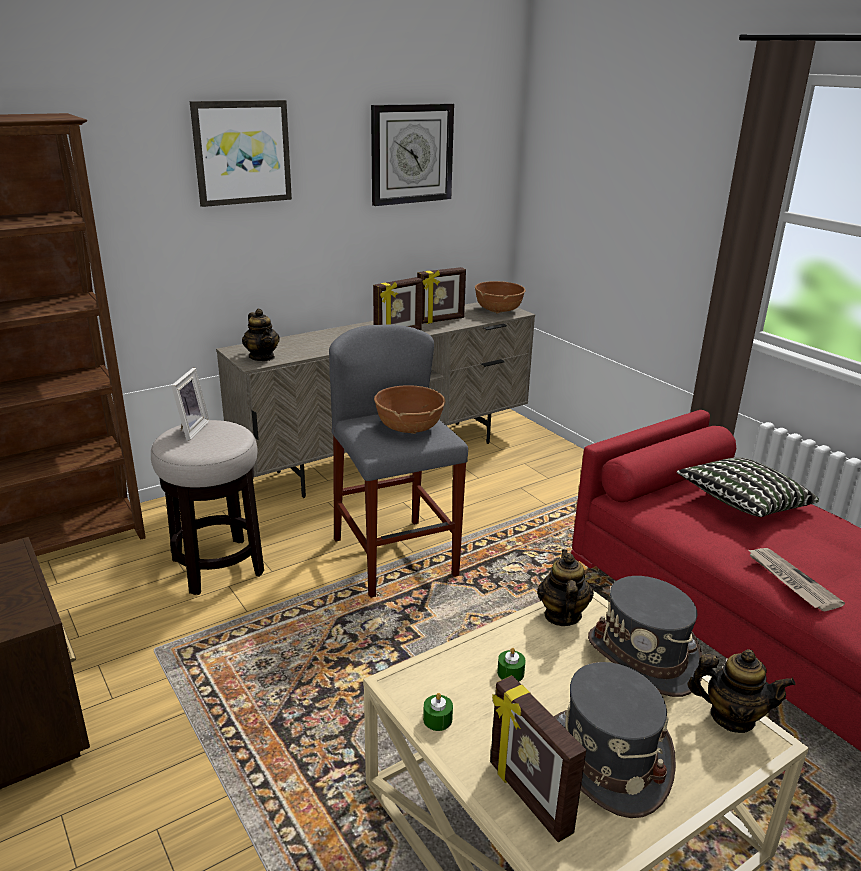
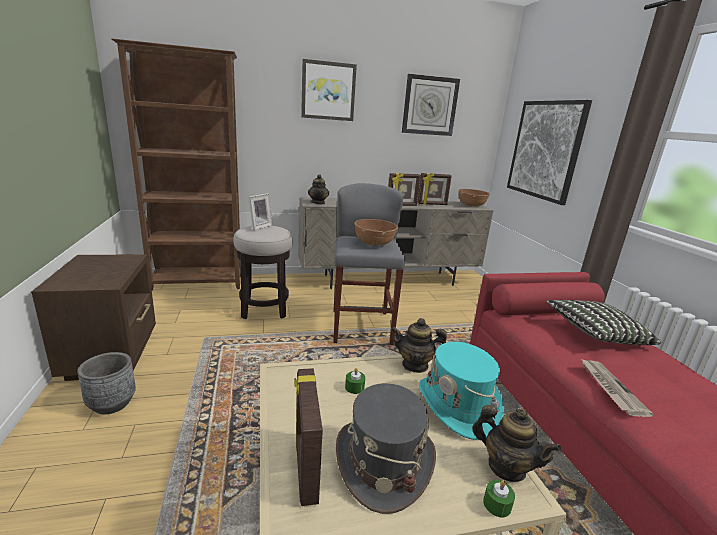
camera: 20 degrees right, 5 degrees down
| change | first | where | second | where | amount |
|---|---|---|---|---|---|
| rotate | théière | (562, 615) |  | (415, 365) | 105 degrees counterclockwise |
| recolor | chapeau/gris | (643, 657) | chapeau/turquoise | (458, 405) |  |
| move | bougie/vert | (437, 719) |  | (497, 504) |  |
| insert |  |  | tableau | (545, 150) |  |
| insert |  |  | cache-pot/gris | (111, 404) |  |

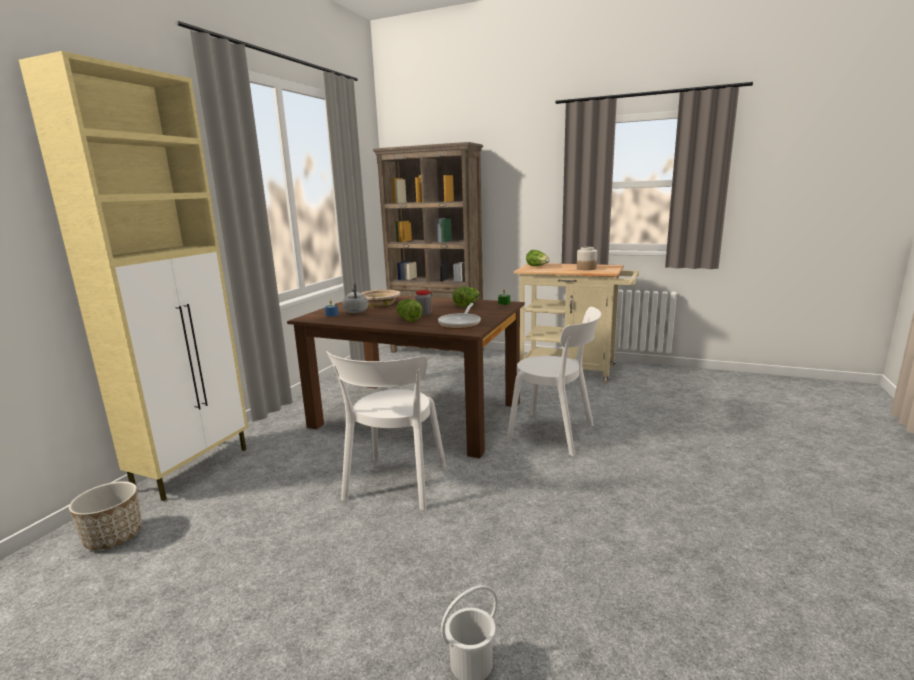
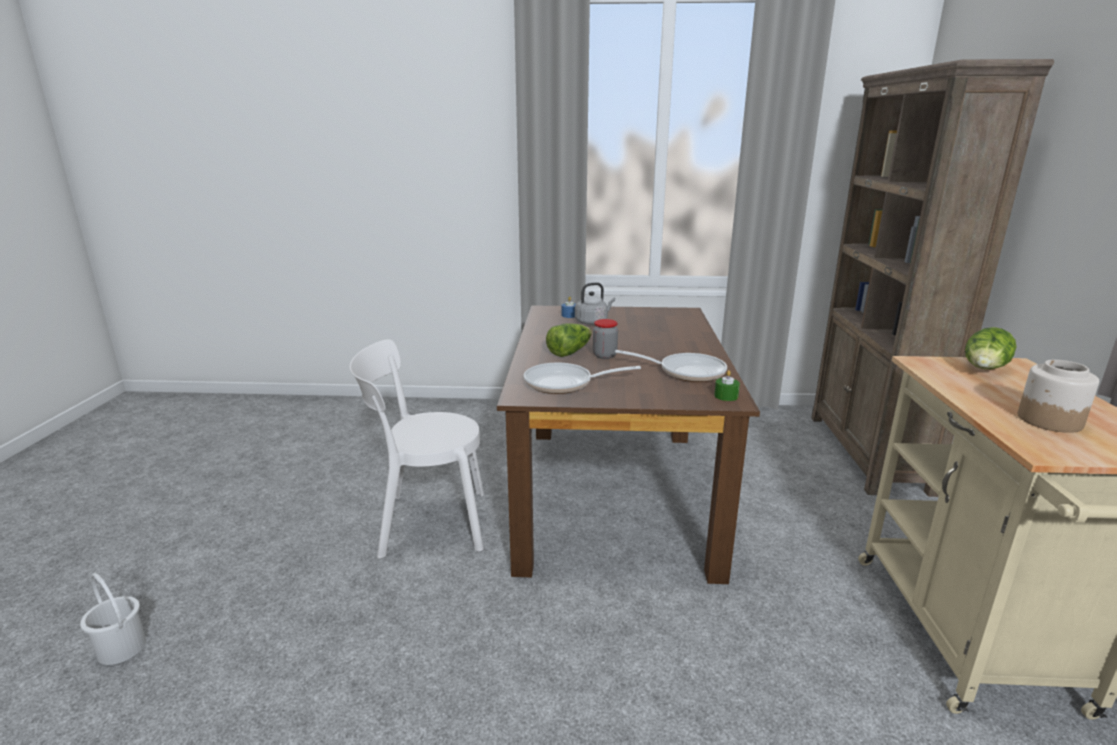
camera: 70 degrees right, 5 degrees up
| change | first | where | second | where | amount |
|---|---|---|---|---|---|
| delete | meuble de rangement/beige | (194, 468) |  |  |  |
| replace | laitue | (466, 305) | poêle | (686, 372) |  |
| delete | bol/beige | (380, 303) |  |  |  |
| delete | chaise/blanc | (555, 433) |  |  |  |
| delete | cache-pot | (114, 537) |  |  |  |

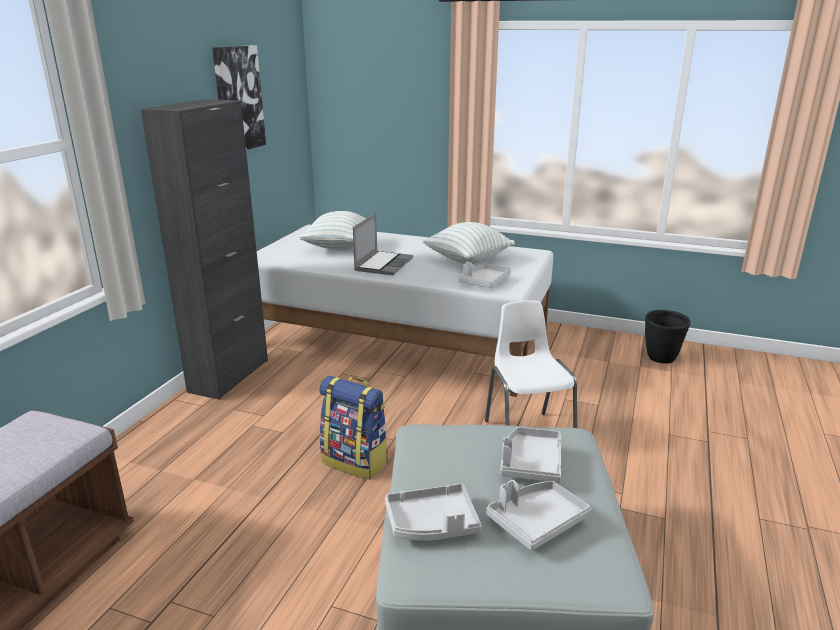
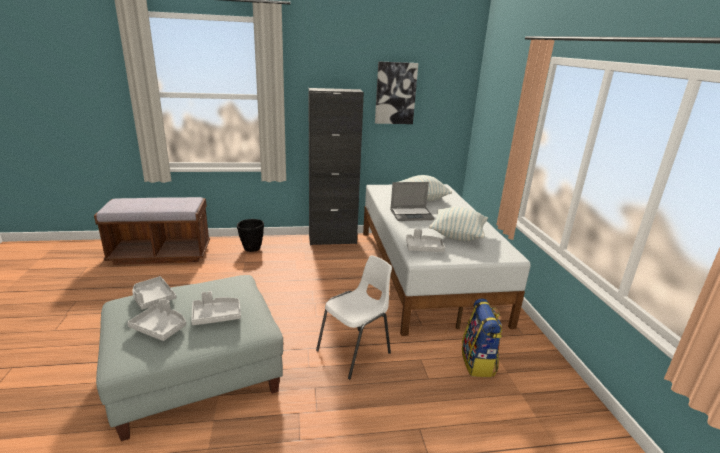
camera: 60 degrees right, 0 degrees up
| change | first | where | second | where | amount |
|---|---|---|---|---|---|
| move | cache-pot/noir | (661, 359) |  | (251, 249) |  |
| move | sac à dos | (356, 461) |  | (478, 362) |  |

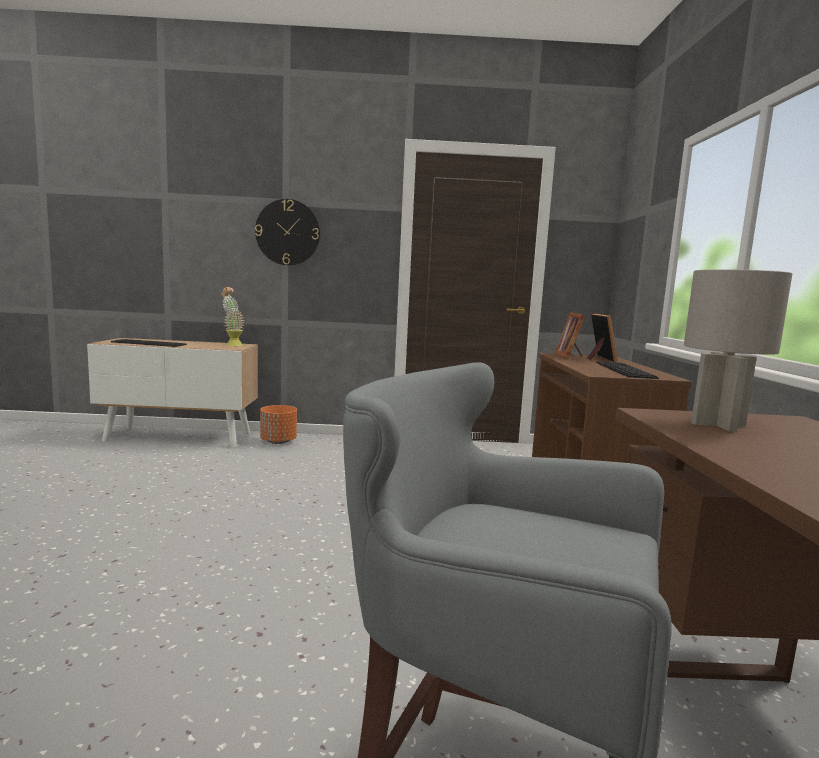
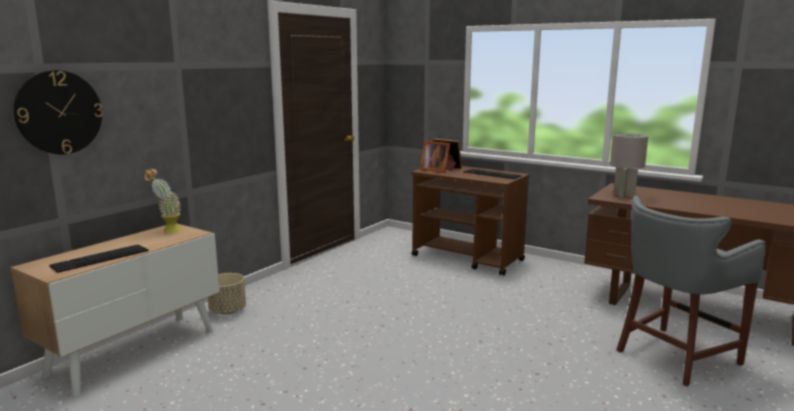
camera: 55 degrees left, 5 degrees up
| change | first | where | second | where | amount |
|---|---|---|---|---|---|
| move | horloge murale | (288, 232) |  | (59, 112) |  |
| recolor | cache-pot/orange | (278, 441) | cache-pot/beige | (228, 311) |  |

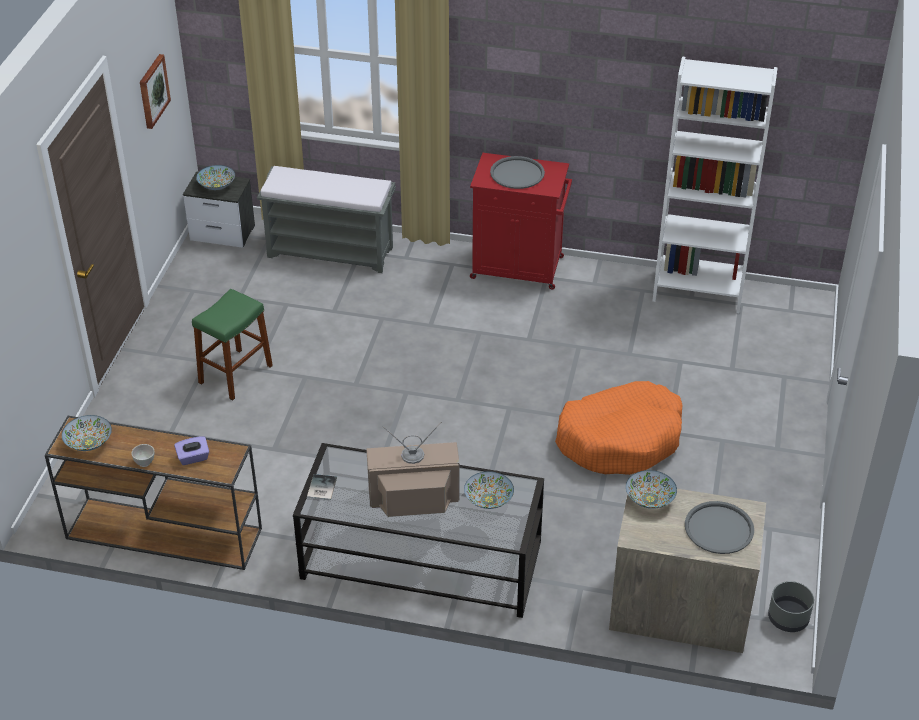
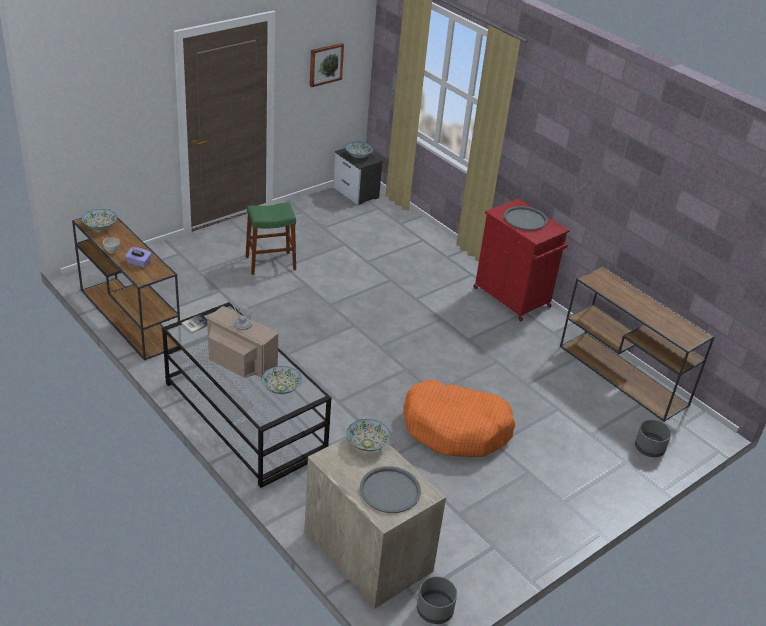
camera: 35 degrees right, 5 degrees down
| change | first | where | second | where | amount |
|---|---|---|---|---|---|
| replace | bibliothèque/blanc | (698, 291) | table console/marron | (624, 375) |  |
| delete | banc/gris | (331, 251) |  |  |  |
| insert |  |  | cache-pot/gris | (649, 448) |  |

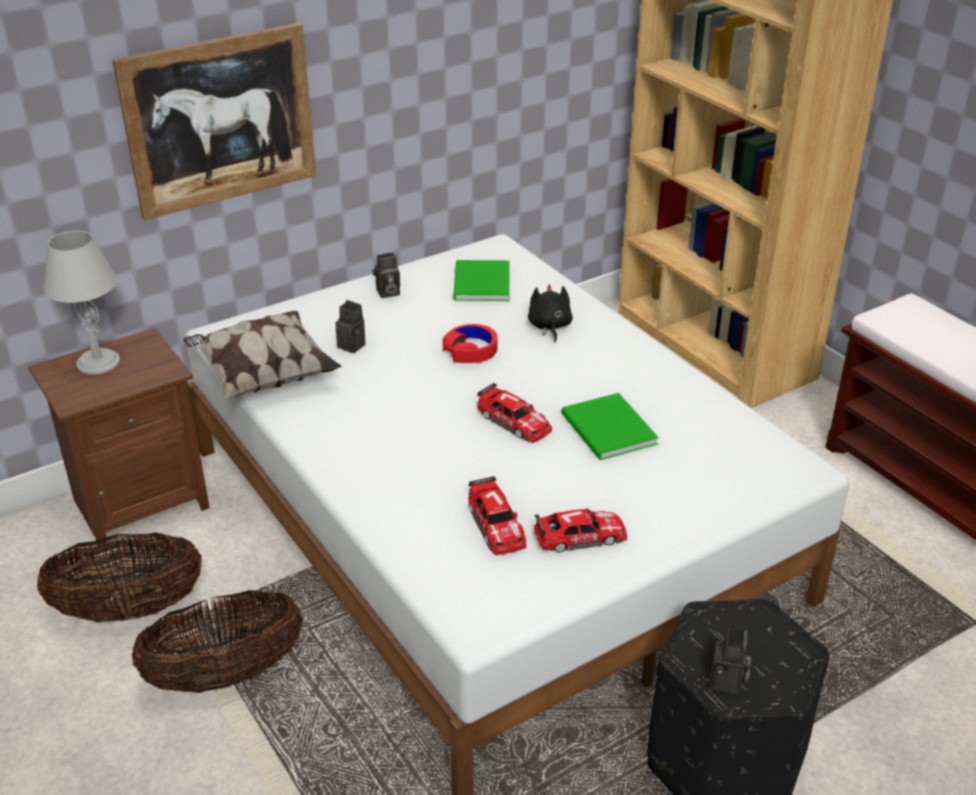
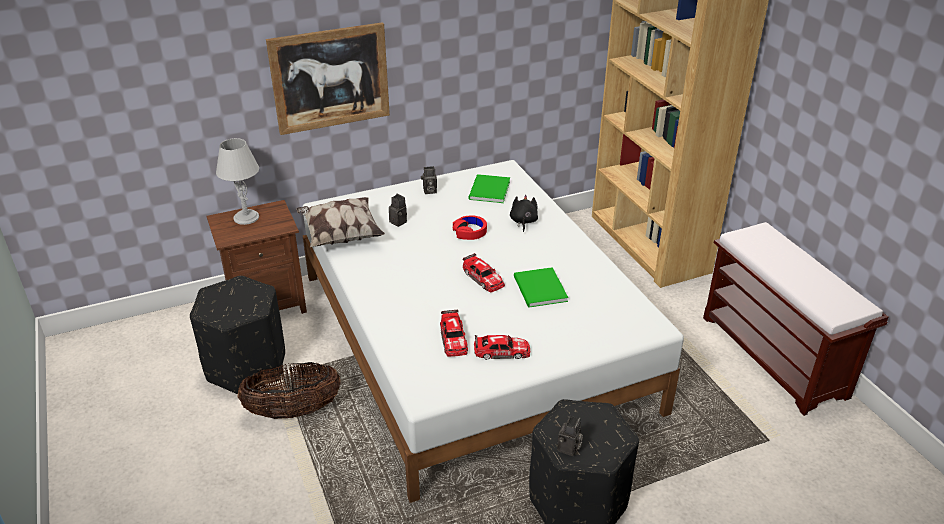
camera: 10 degrees right, 0 degrees up
| change | first | where | second | where | amount |
|---|---|---|---|---|---|
| replace | panier | (129, 610) | pouf/noir | (247, 366) |  |

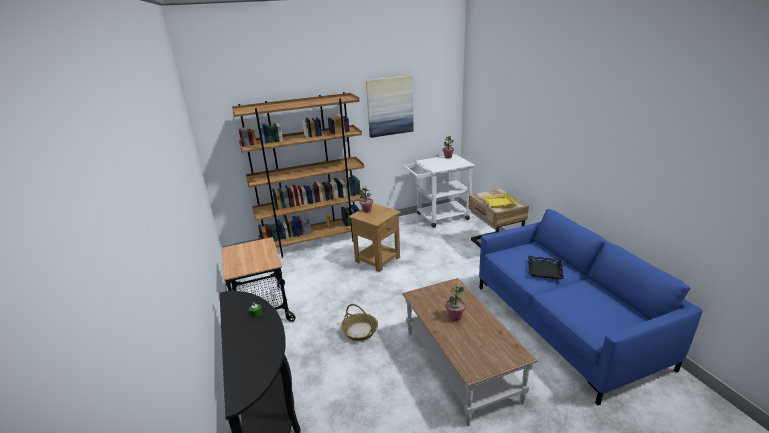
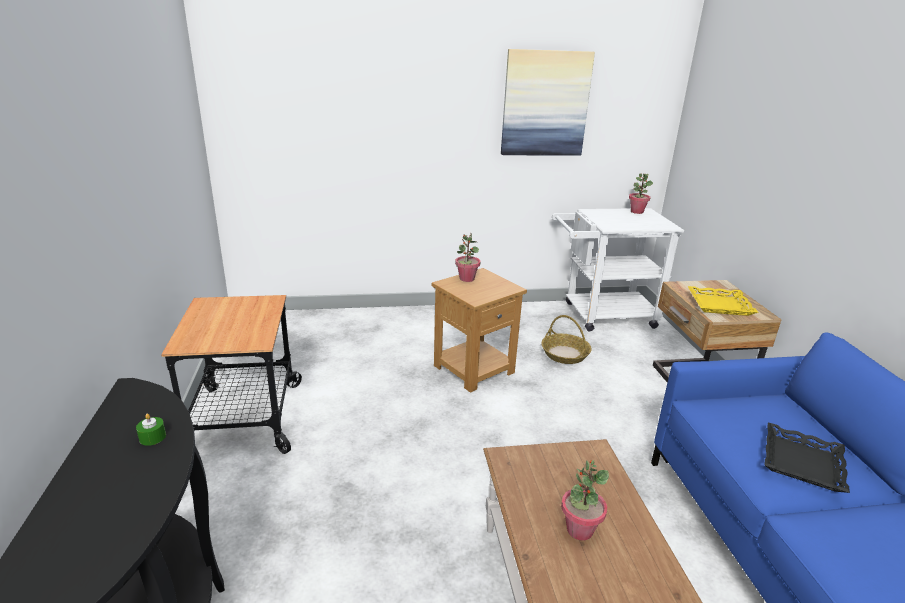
camera: 10 degrees right, 0 degrees up
| change | first | where | second | where | amount |
|---|---|---|---|---|---|
| delete | bibliothèque/marron | (315, 242) |  |  |  |
| move | panier | (359, 331) |  | (564, 354) |  |

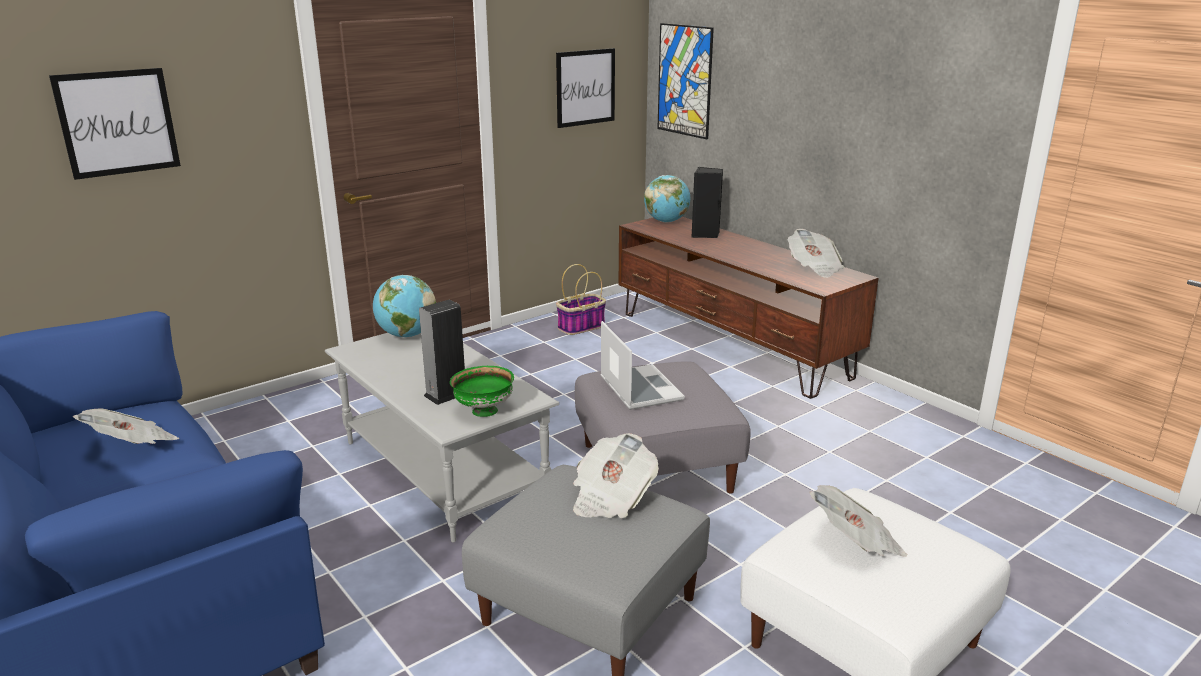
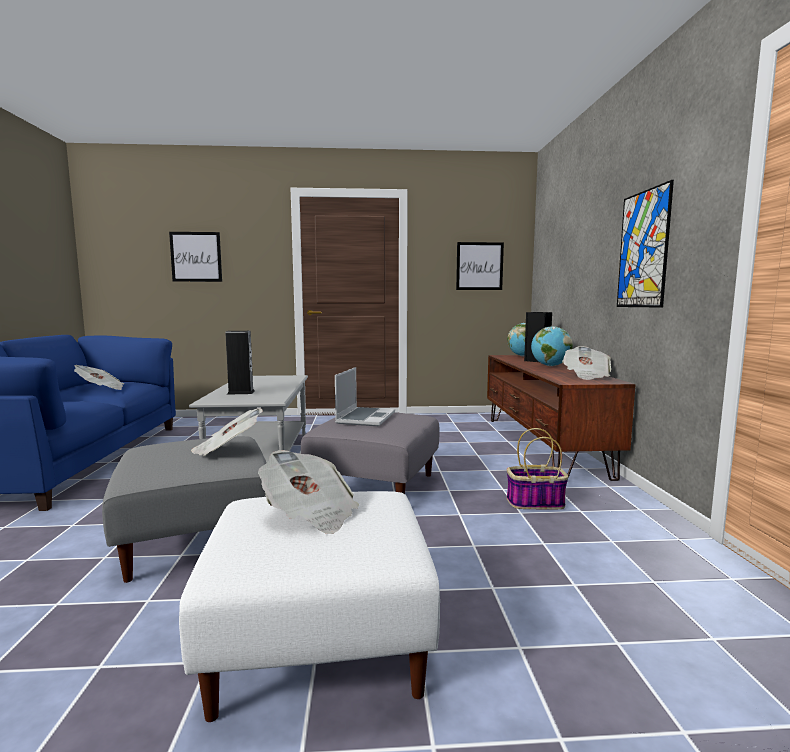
camera: 35 degrees right, 15 degrees down
| change | first | where | second | where | amount |
|---|---|---|---|---|---|
| move | tableau | (684, 80) |  | (643, 249) |  |
| move | panier | (581, 327) |  | (534, 503) |  |
| move | globe | (407, 335) |  | (550, 366) |  |
| delete | bol/vert | (483, 411) |  |  |  |

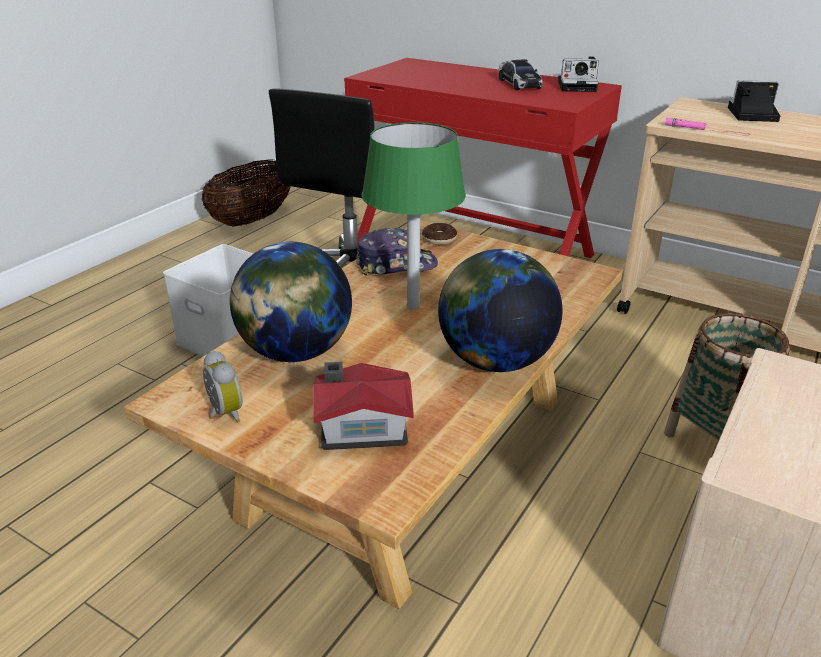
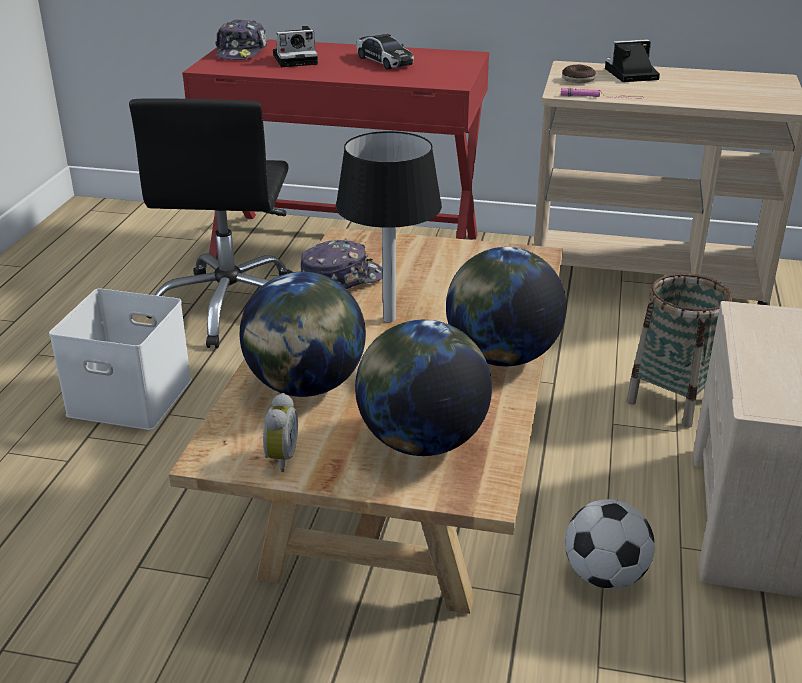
camera: 20 degrees left, 0 degrees up
| change | first | where | second | where | amount |
|---|---|---|---|---|---|
| move | appareil photo | (578, 86) |  | (297, 59) |  |
| recolor | lampe de table/vert | (413, 306) | lampe de table/noir | (389, 319) |  |
| delete | panier | (252, 220) |  |  |  |
| move | beignet | (439, 239) |  | (578, 80) |  |
| rotate | réveil | (223, 414) |  | (279, 458) | 60 degrees clockwise |
| replace | maison miniature | (361, 428) | globe | (421, 442) |  |
| insert |  |  | casquette | (242, 52) |  |
| insert |  |  | ballon de foot | (604, 576) |  |

